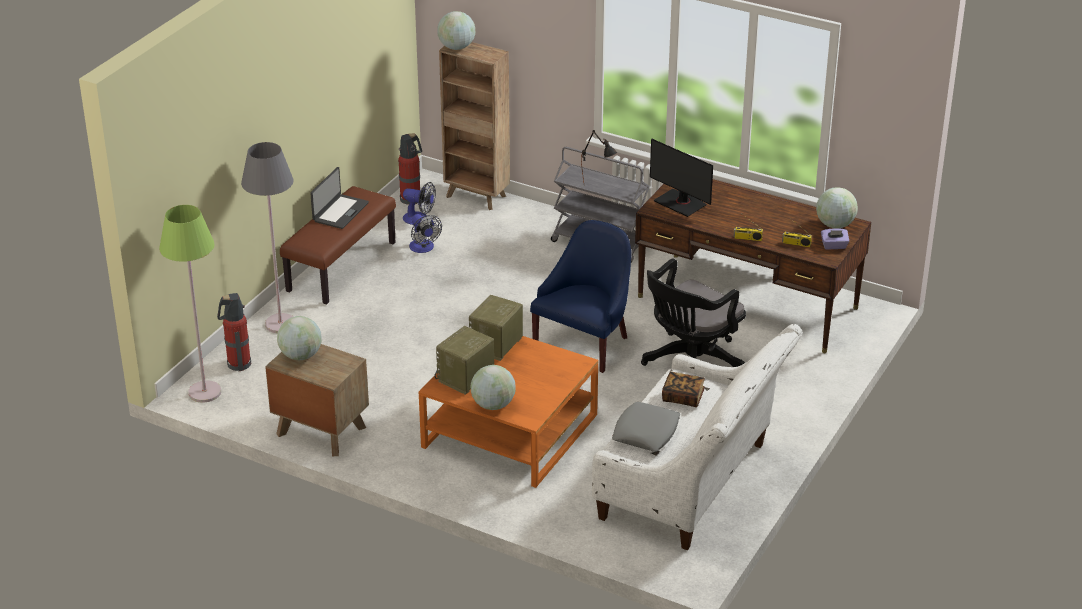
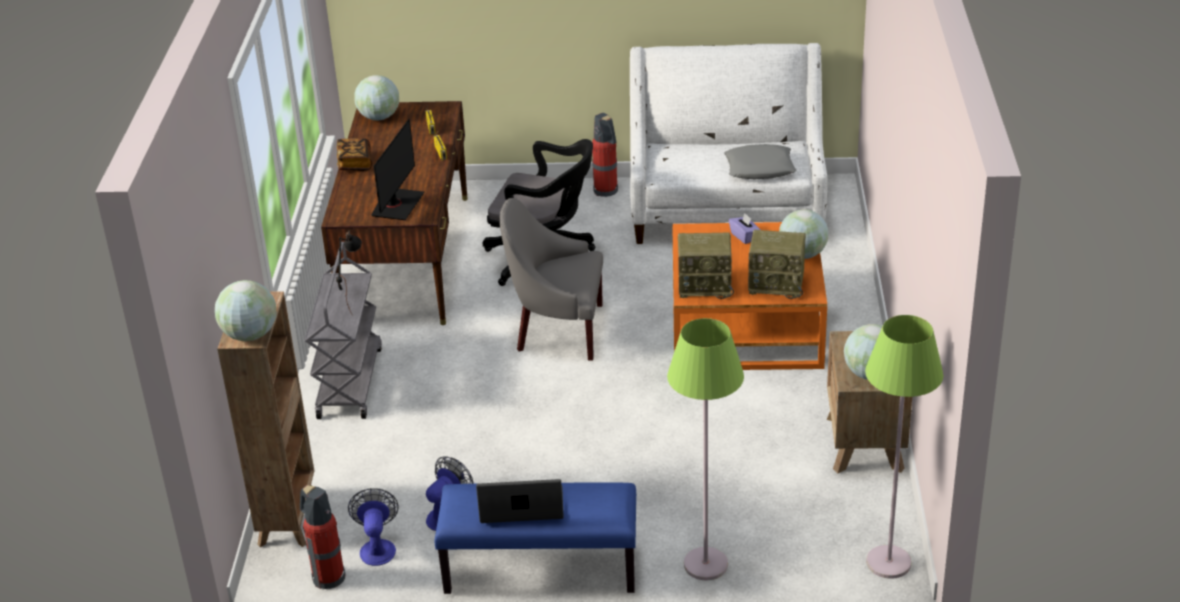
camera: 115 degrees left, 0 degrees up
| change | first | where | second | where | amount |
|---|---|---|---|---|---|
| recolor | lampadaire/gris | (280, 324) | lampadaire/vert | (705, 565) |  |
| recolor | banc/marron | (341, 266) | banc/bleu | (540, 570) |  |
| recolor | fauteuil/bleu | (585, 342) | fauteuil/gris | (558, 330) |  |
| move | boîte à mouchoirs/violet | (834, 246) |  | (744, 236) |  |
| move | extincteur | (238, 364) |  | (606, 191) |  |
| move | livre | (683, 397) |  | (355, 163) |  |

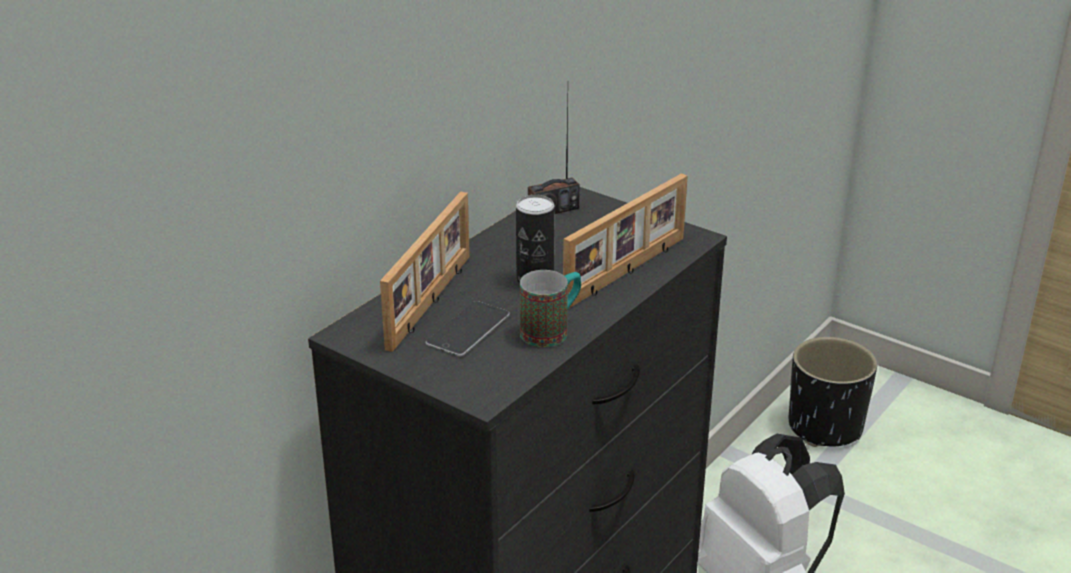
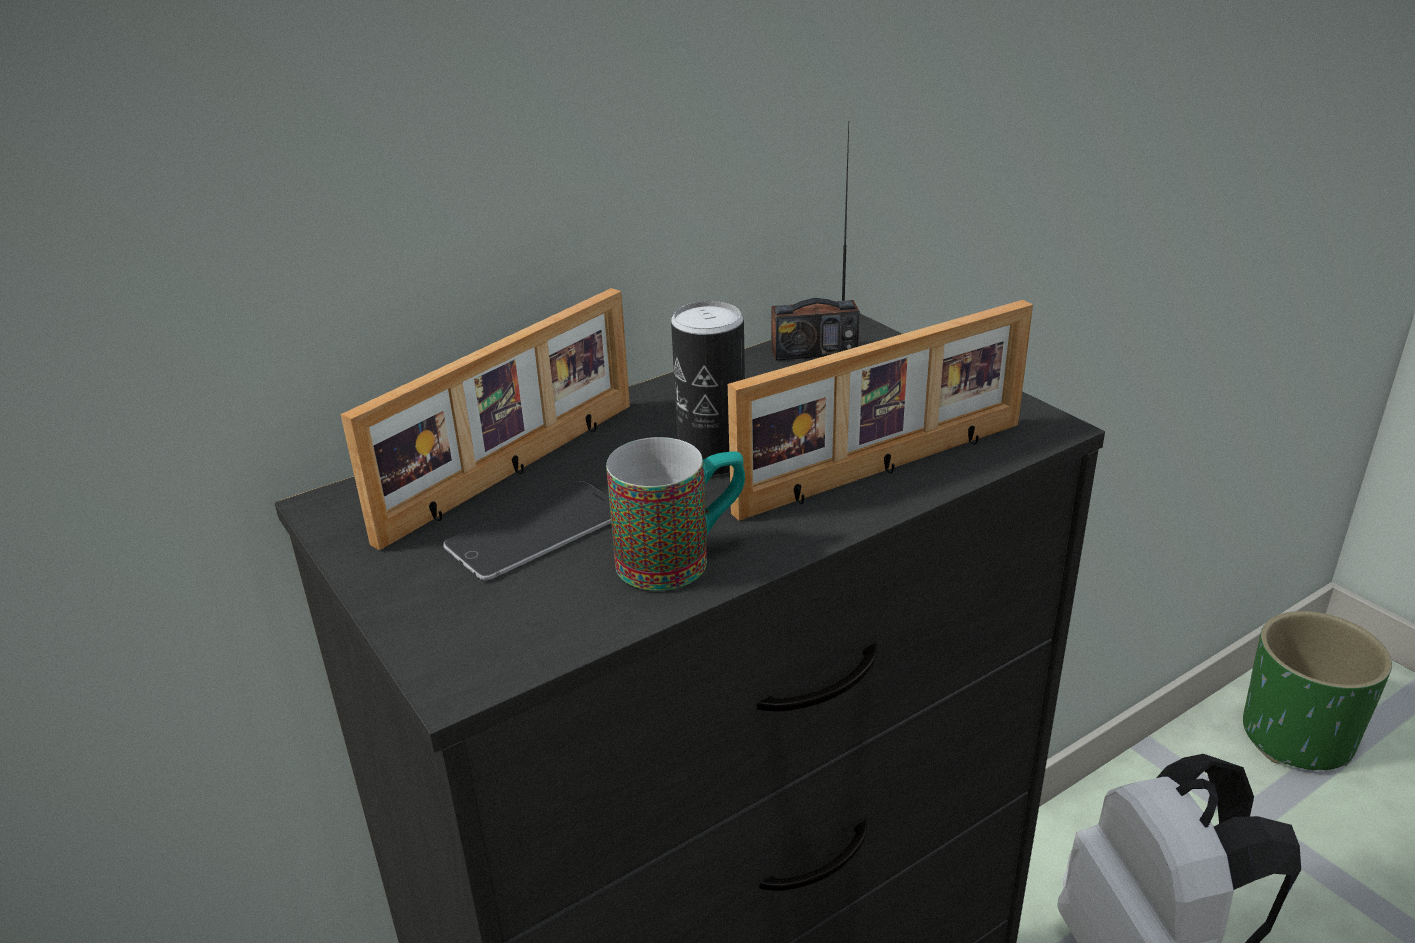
camera: 20 degrees right, 0 degrees up
| change | first | where | second | where | amount |
|---|---|---|---|---|---|
| recolor | cache-pot/noir | (825, 427) | cache-pot/vert | (1297, 736) |  |

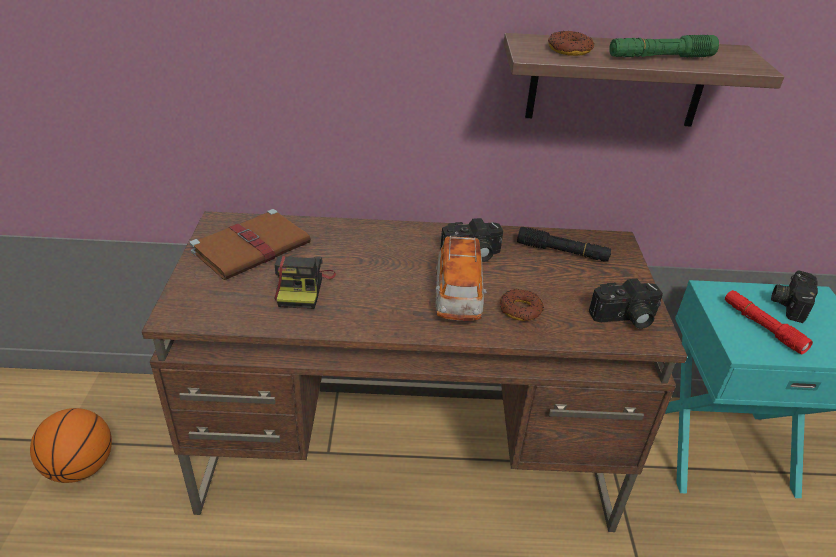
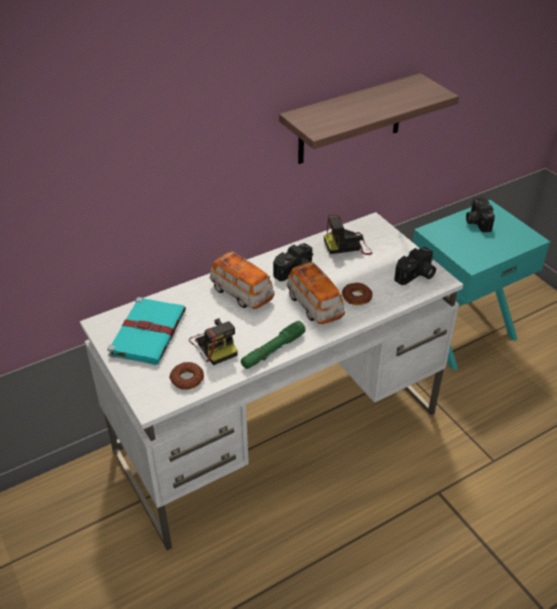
camera: 30 degrees left, 5 degrees up
| change | first | where | second | where | amount |
|---|---|---|---|---|---|
| move | beignet | (569, 50) |  | (187, 379) |  |
| move | lampe de poche/vert | (660, 57) |  | (273, 350) |  |
| recolor | livre/marron | (253, 247) | livre/turquoise | (148, 332) |  |
| recolor | bureau/marron | (409, 452) | bureau/blanc | (278, 431) |  |
| replace | lampe de poche/noir | (562, 252) | appareil photo | (348, 245) |  |
| delete | lampe de poche/rouge | (762, 327) |  |  |  |
| delete | ballon de basket | (81, 467) |  |  |  |
| insert |  |  | petite voiture | (242, 293) |  |

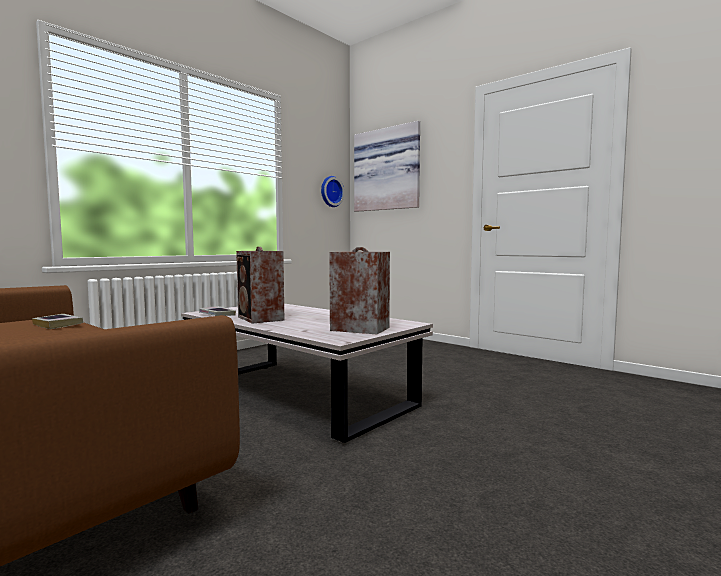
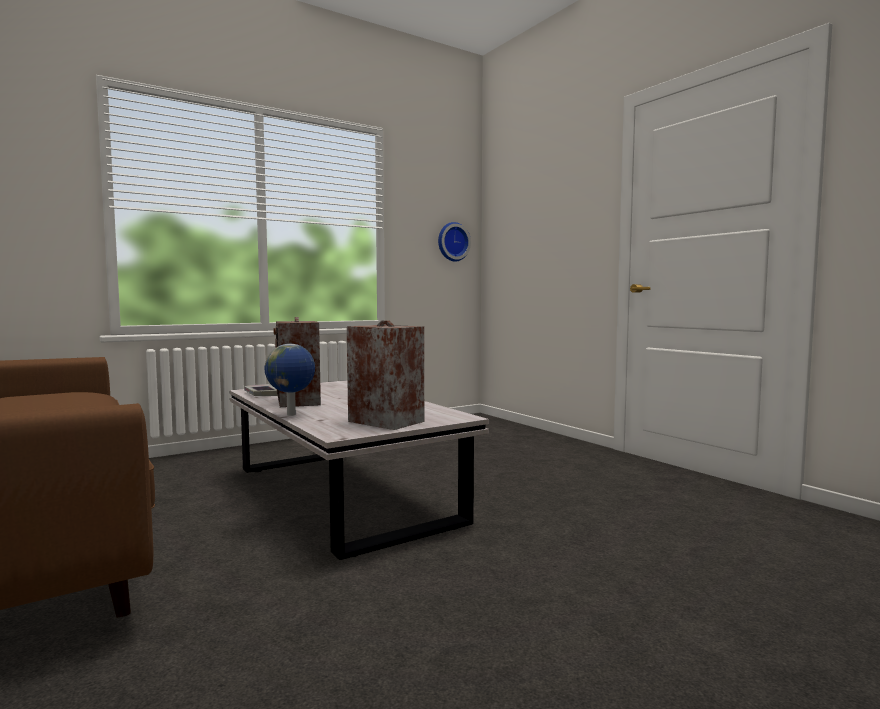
camera: 15 degrees right, 0 degrees up
| change | first | where | second | where | amount |
|---|---|---|---|---|---|
| delete | tableau | (388, 169) |  |  |  |
| delete | livre | (57, 325) |  |  |  |
| insert |  |  | globe | (292, 415) |  |

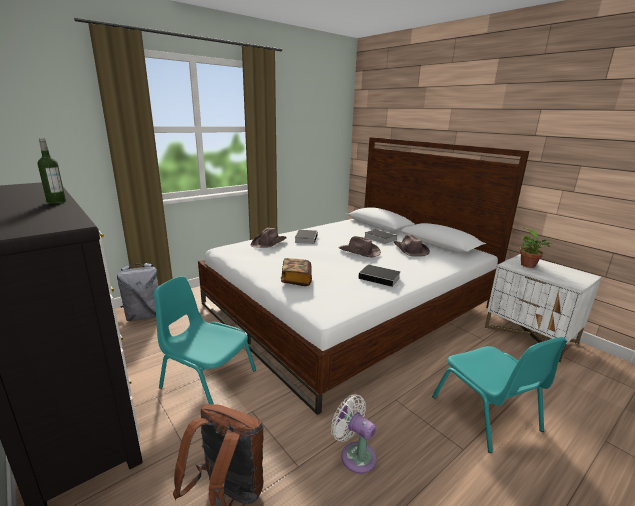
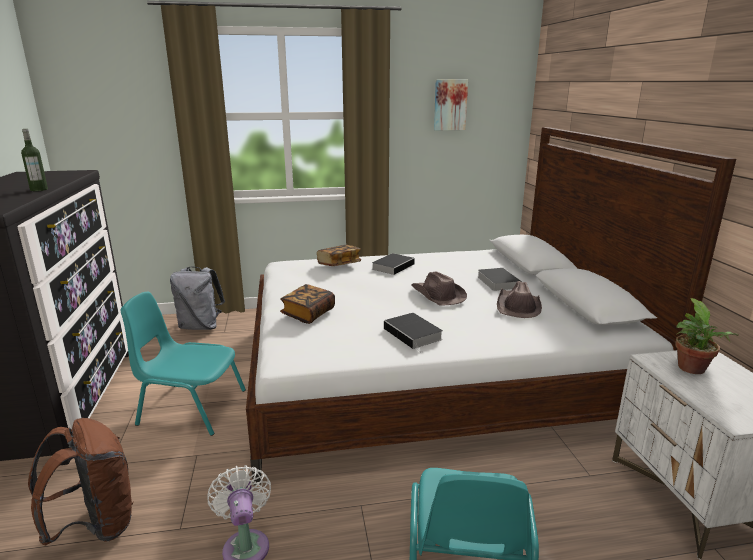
camera: 30 degrees right, 0 degrees up
| change | first | where | second | where | amount |
|---|---|---|---|---|---|
| replace | chapeau/marron | (269, 242) | livre | (339, 264) |  |
| rotate | chaise/turquoise | (207, 379) |  | (191, 407) | 45 degrees counterclockwise |
| insert |  |  | tableau | (450, 105) |  |

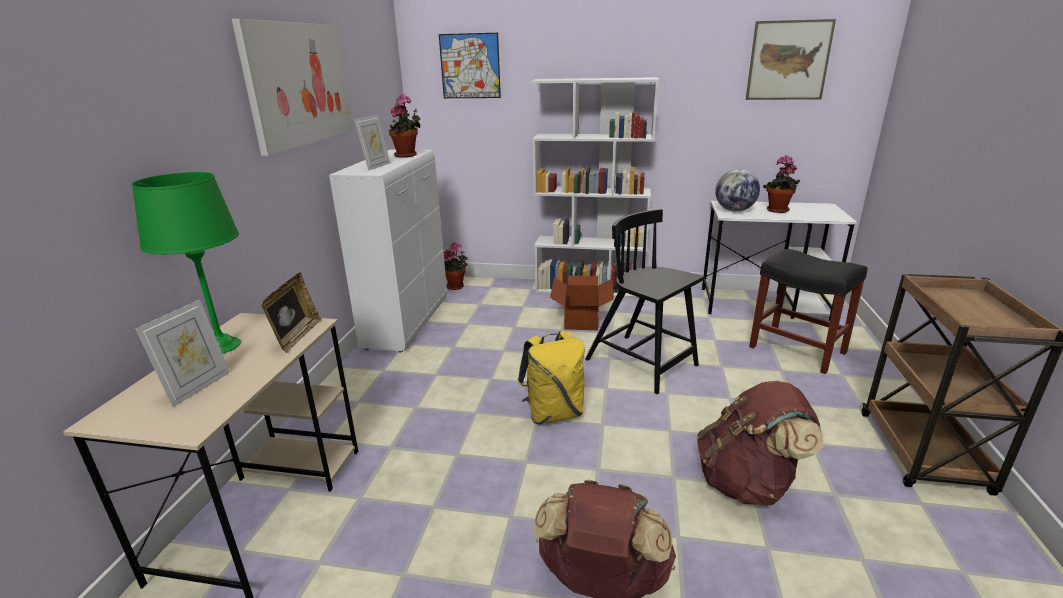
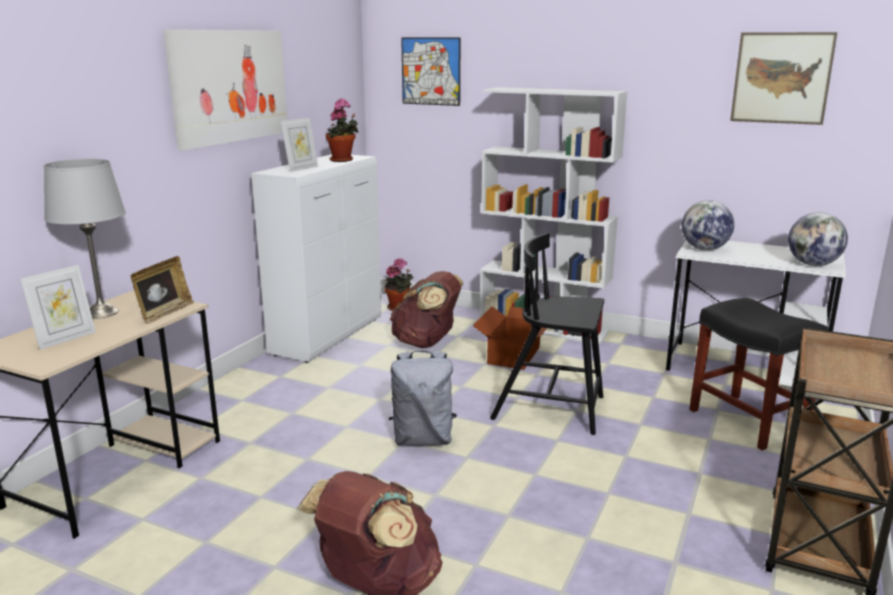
camera: 15 degrees right, 5 degrees down
| change | first | where | second | where | amount |
|---|---|---|---|---|---|
| delete | plante en pot | (777, 211) |  |  |  |
| recolor | lampe de table/vert | (221, 346) | lampe de table/gris | (101, 313) |  |
| rotate | chaise/noir | (642, 363) |  | (551, 408) | 45 degrees counterclockwise |
| recolor | sac à dos/jaune | (553, 413) | sac à dos/gris | (423, 439) |  |
| move | sac à dos/marron | (747, 483) |  | (427, 343) |  |
| insert |  |  | globe | (813, 264) |  |

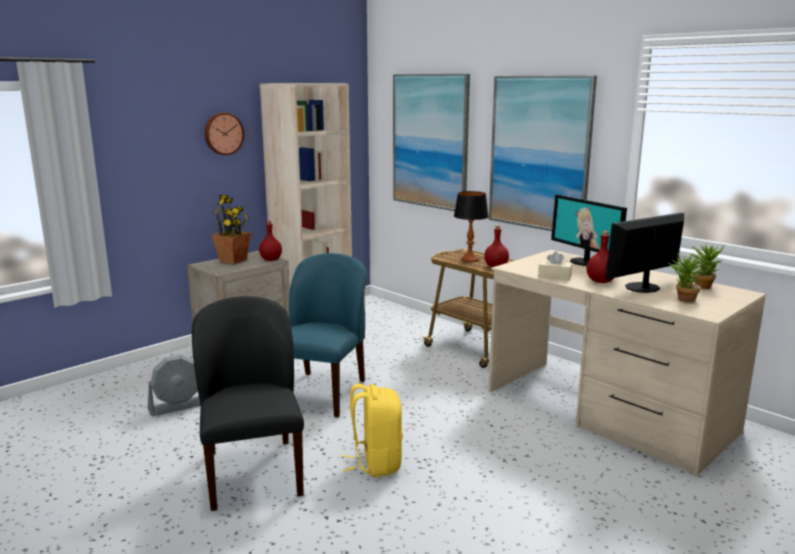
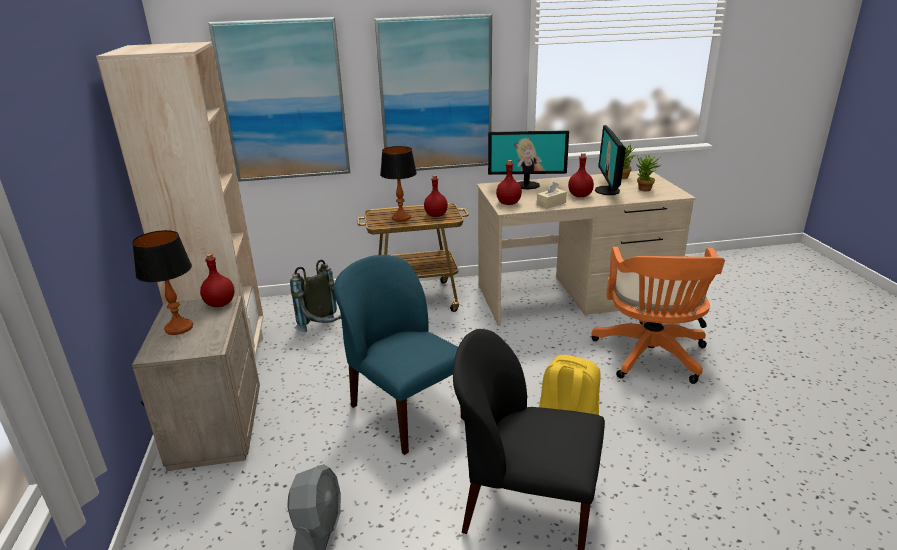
camera: 55 degrees left, 10 degrees up
| change | first | where | second | where | amount |
|---|---|---|---|---|---|
| delete | horloge murale | (223, 133) |  |  |  |
| replace | plante en pot | (233, 260) | lampe de table | (178, 328) |  |
| insert |  |  | bouteille/rouge | (509, 203) |  |
| insert |  |  | chaise de bureau/orange | (651, 357) |  |
| insert |  |  | sac à dos/gris | (326, 331) |  |

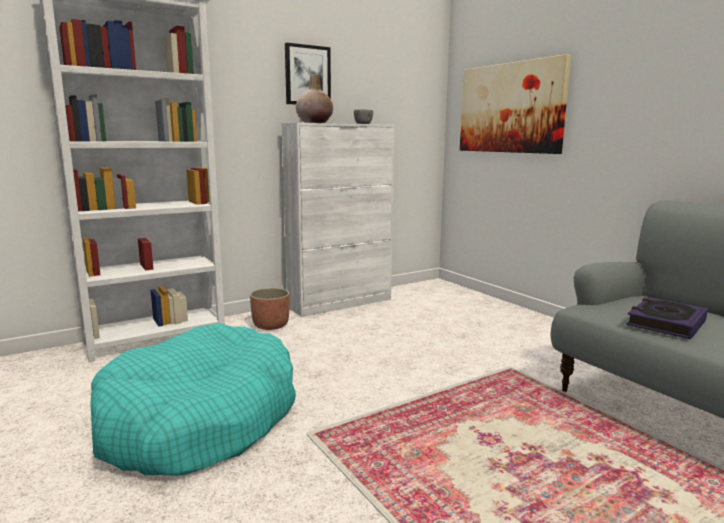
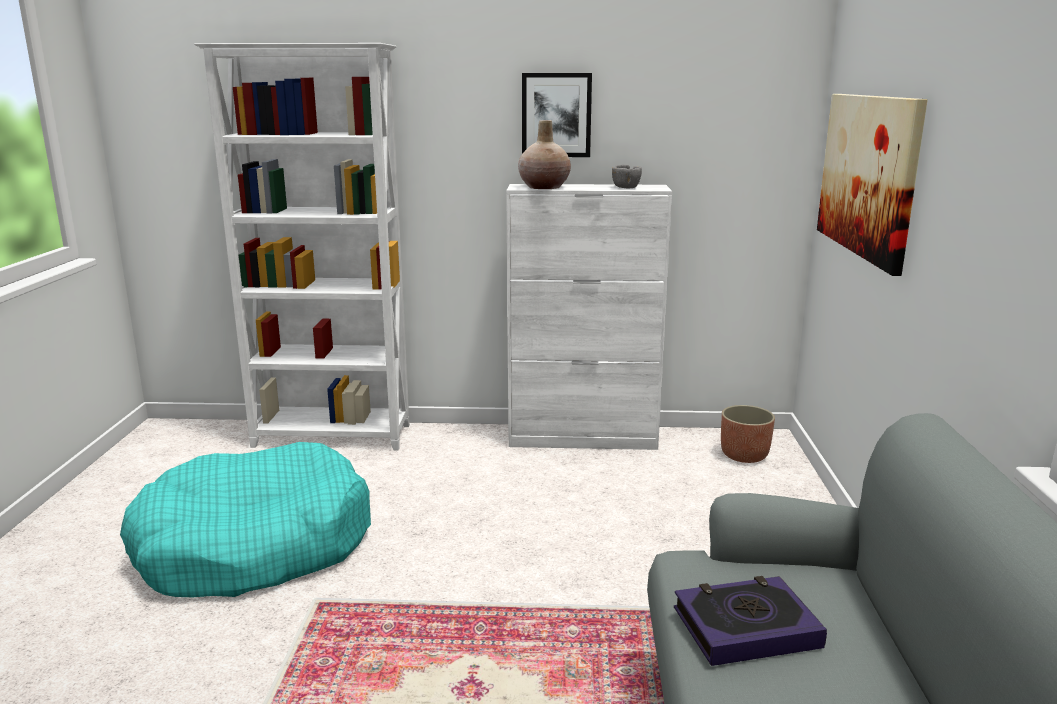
camera: 35 degrees right, 5 degrees up
| change | first | where | second | where | amount |
|---|---|---|---|---|---|
| move | cache-pot | (271, 325) |  | (744, 455) |  |

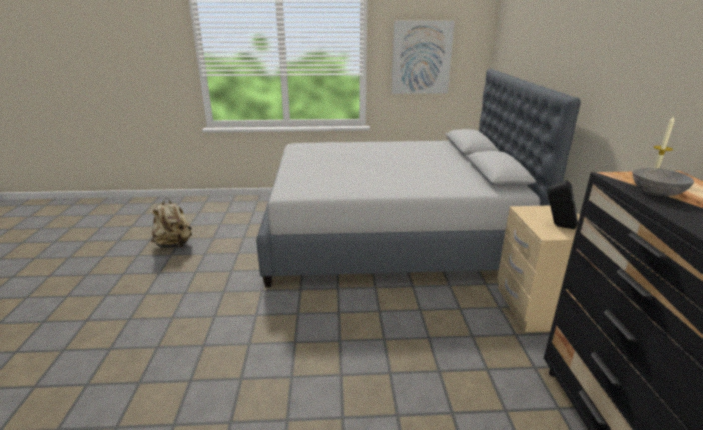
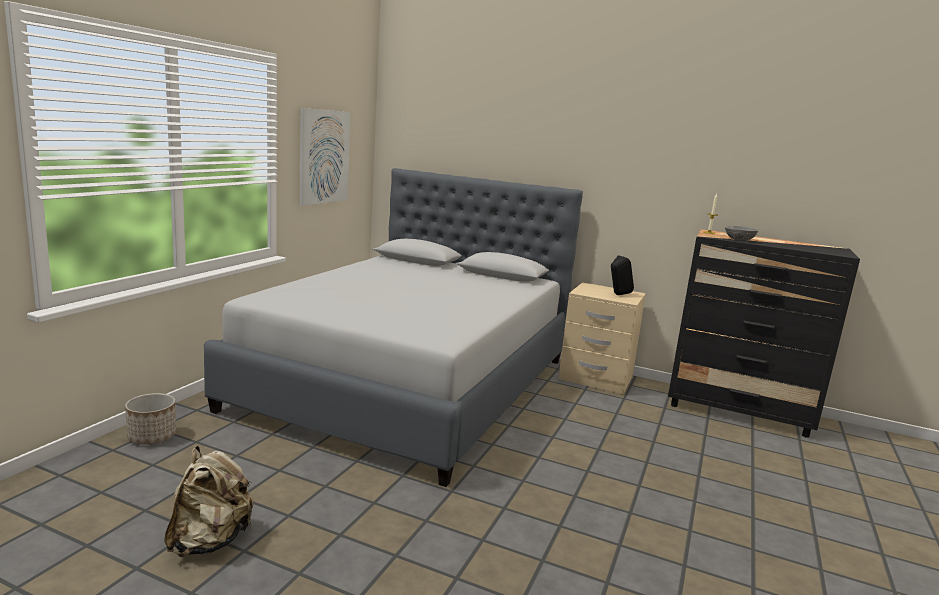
camera: 65 degrees left, 10 degrees down
| change | first | where | second | where | amount |
|---|---|---|---|---|---|
| insert |  |  | cache-pot | (152, 436) |  |

